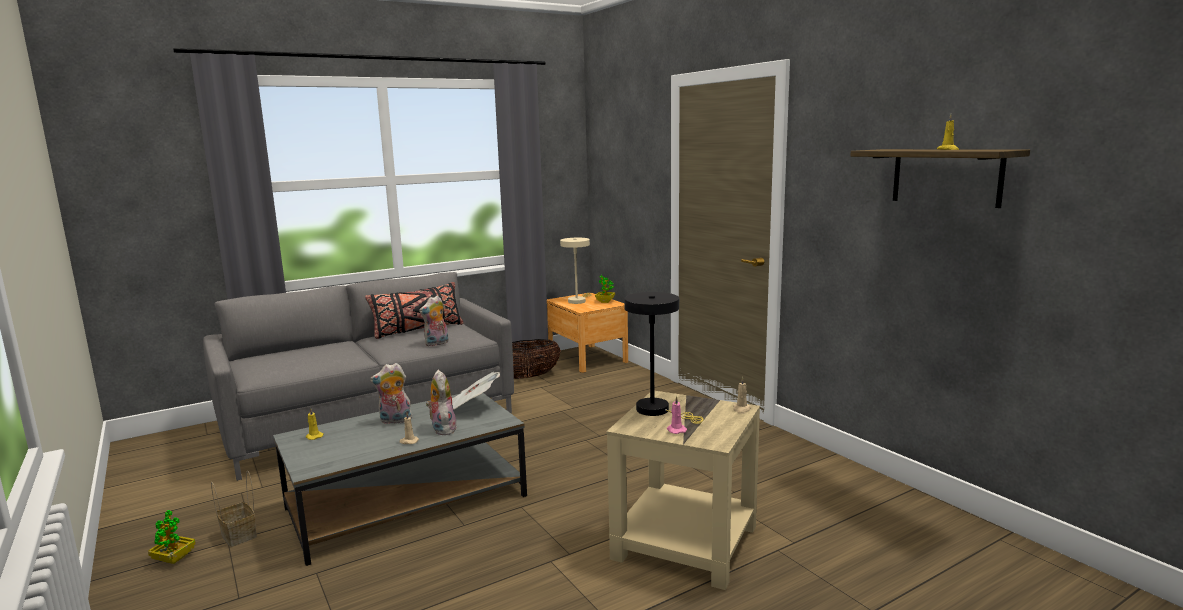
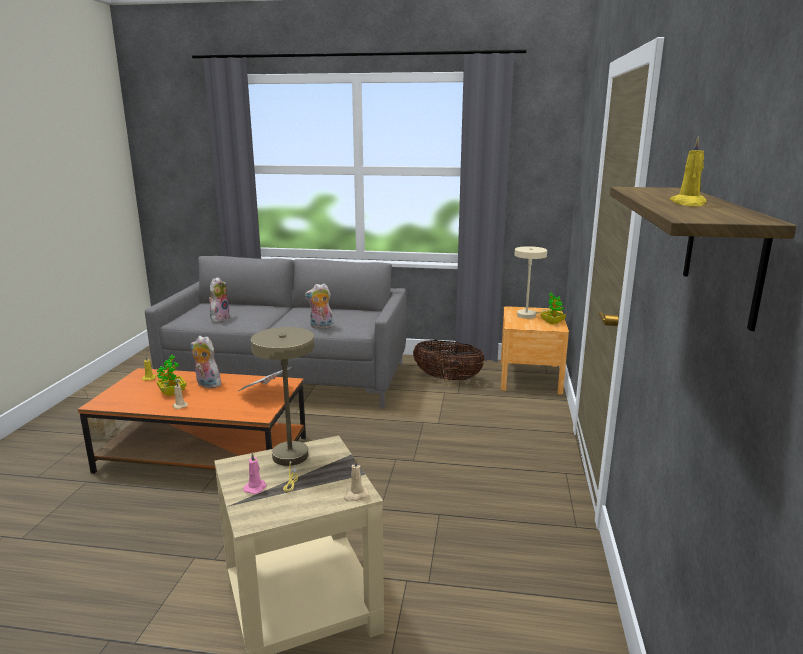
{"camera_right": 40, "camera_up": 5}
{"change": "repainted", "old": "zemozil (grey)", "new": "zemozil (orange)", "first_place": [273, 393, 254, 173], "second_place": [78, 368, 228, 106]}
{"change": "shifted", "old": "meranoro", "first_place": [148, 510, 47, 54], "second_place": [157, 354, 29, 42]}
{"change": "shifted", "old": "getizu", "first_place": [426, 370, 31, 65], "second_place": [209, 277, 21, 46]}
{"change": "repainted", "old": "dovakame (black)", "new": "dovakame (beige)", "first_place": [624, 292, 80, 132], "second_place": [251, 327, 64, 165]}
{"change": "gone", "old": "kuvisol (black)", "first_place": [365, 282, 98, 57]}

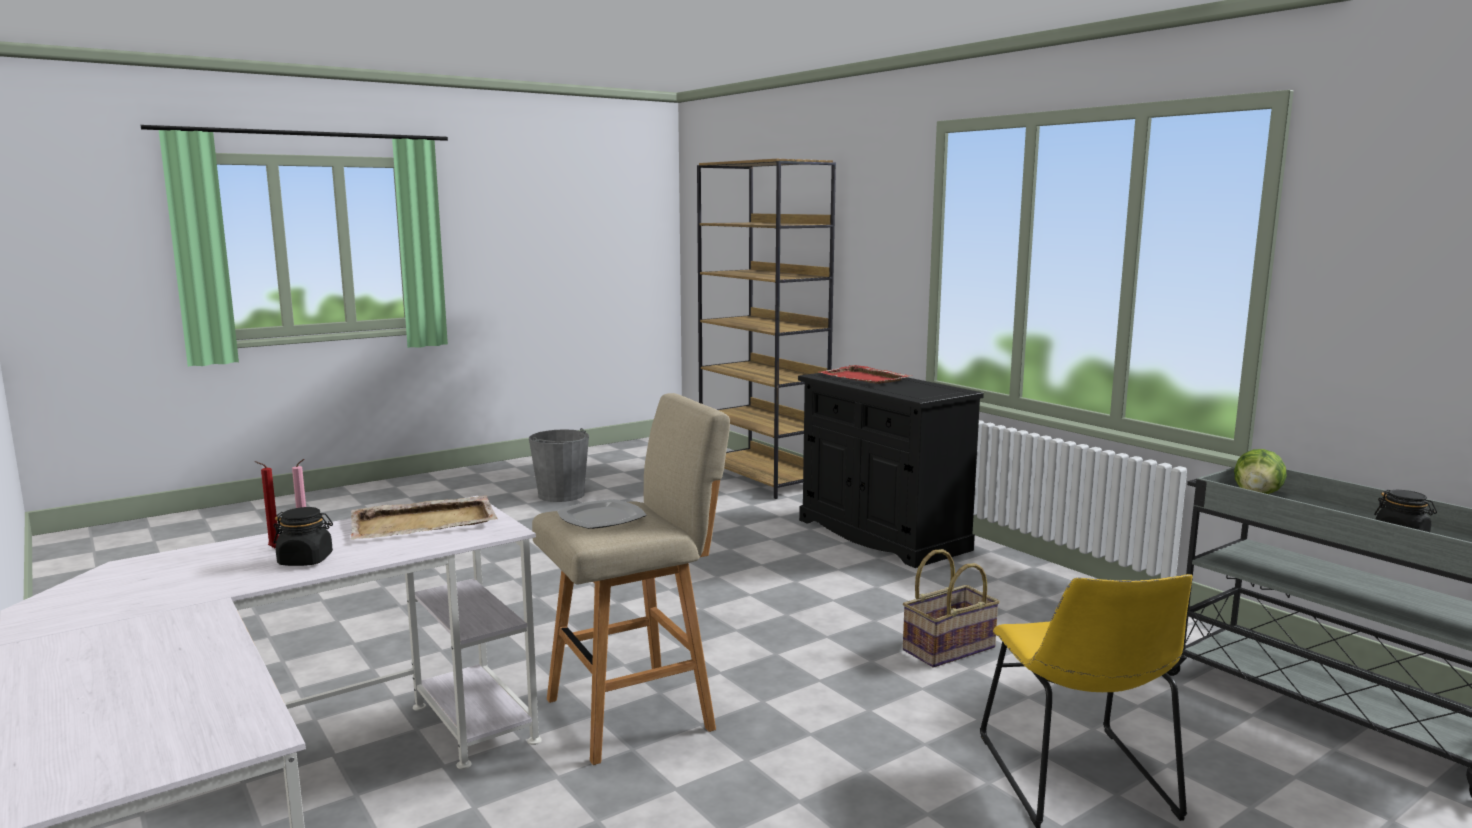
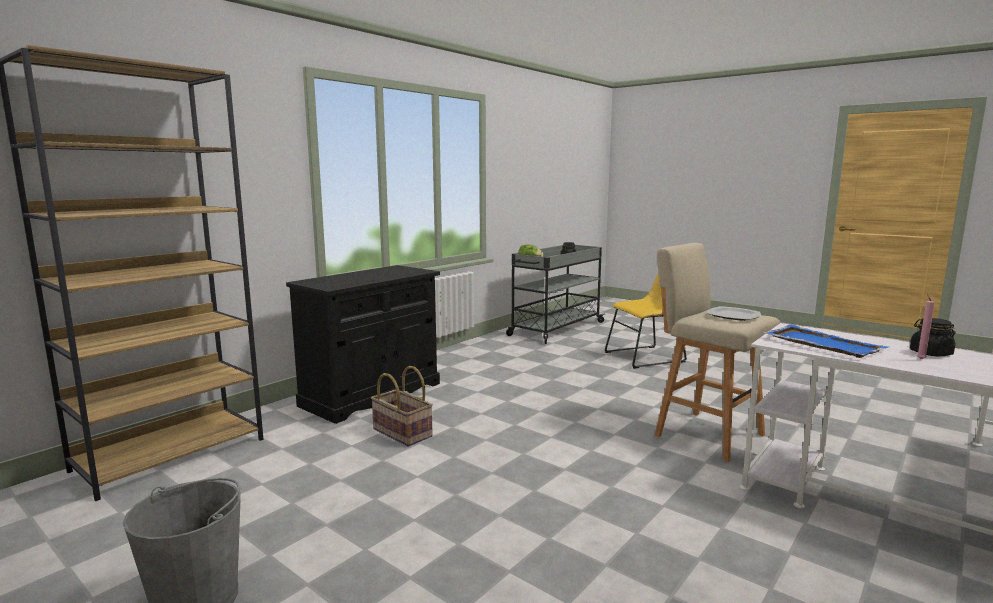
{"camera_right": -105, "camera_up": 0}
{"change": "shifted", "old": "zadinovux", "first_place": [903, 549, 97, 119], "second_place": [371, 366, 62, 80]}
{"change": "repainted", "old": "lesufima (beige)", "new": "lesufima (blue)", "first_place": [351, 495, 147, 45], "second_place": [762, 325, 127, 33]}
{"change": "gone", "old": "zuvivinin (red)", "first_place": [254, 461, 25, 87]}
{"change": "gone", "old": "lesufima (red)", "first_place": [821, 365, 91, 19]}

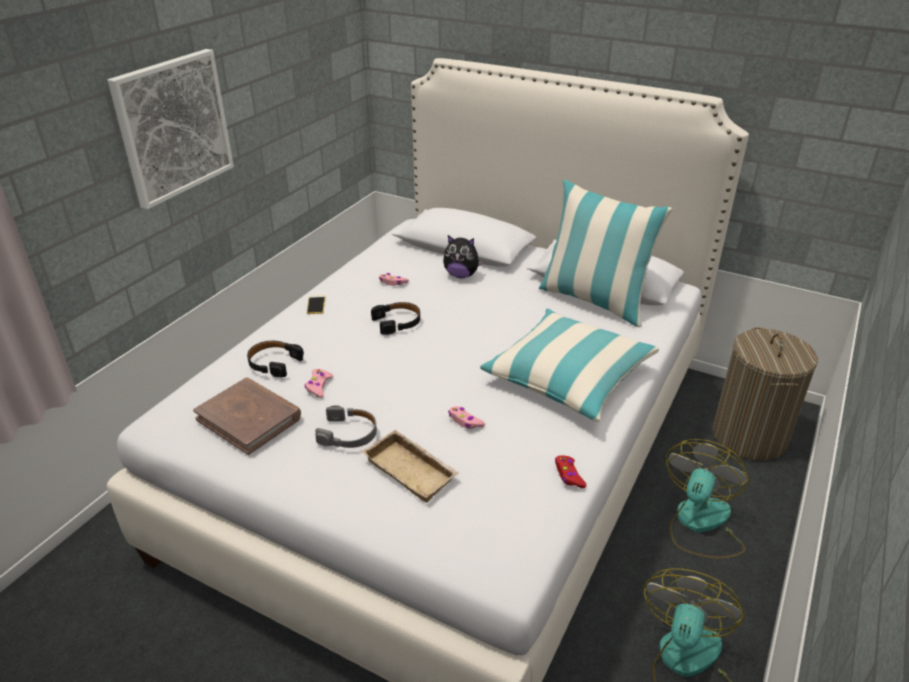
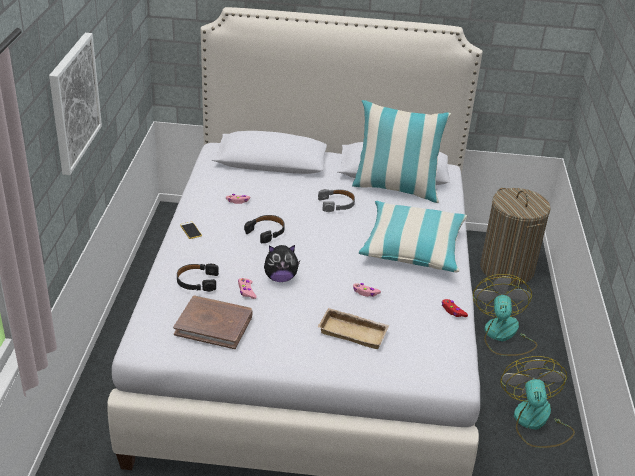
{"camera_right": -25, "camera_up": 0}
{"change": "shifted", "old": "getizu", "first_place": [443, 235, 41, 43], "second_place": [264, 245, 36, 37]}
{"change": "shifted", "old": "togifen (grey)", "first_place": [315, 405, 62, 43], "second_place": [318, 189, 37, 23]}

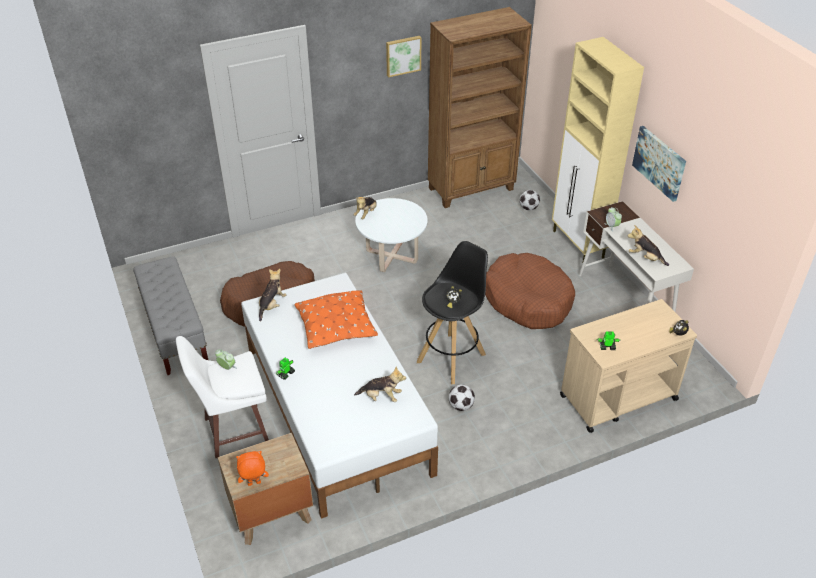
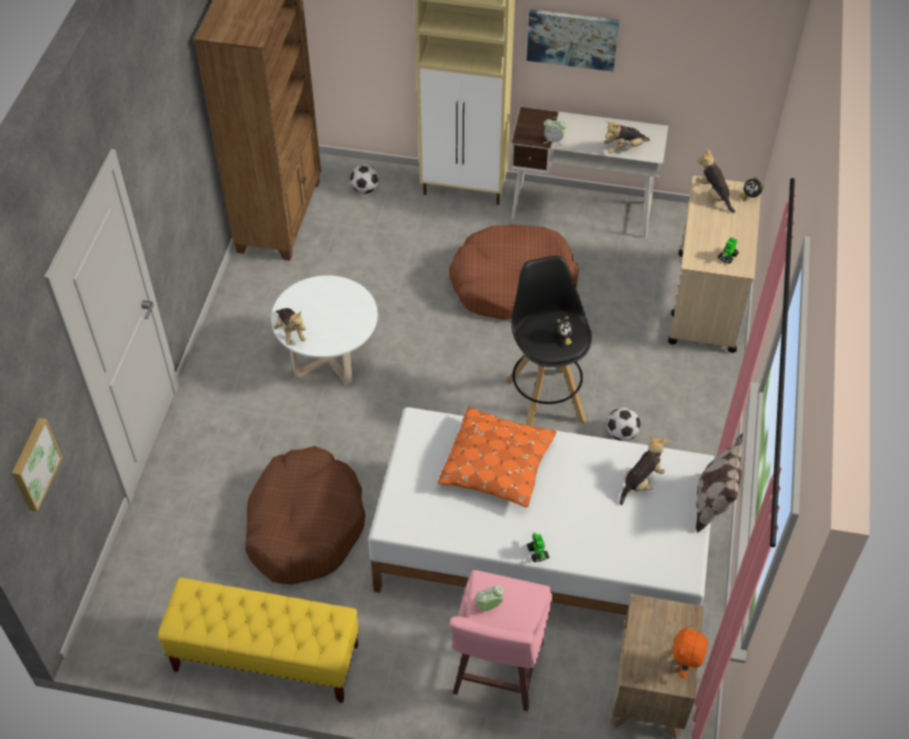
{"camera_right": -55, "camera_up": 10}
{"change": "shifted", "old": "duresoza", "first_place": [386, 36, 36, 41], "second_place": [12, 418, 50, 94]}
{"change": "repainted", "old": "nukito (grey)", "new": "nukito (yellow)", "first_place": [133, 256, 75, 119], "second_place": [158, 578, 201, 125]}
{"change": "repainted", "old": "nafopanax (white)", "new": "nafopanax (pink)", "first_place": [176, 336, 93, 122], "second_place": [449, 570, 103, 141]}
{"change": "new", "new": "kuvisol", "second_place": [696, 433, 47, 100]}
{"change": "shifted", "old": "getizu", "first_place": [259, 268, 27, 54], "second_place": [697, 148, 38, 65]}

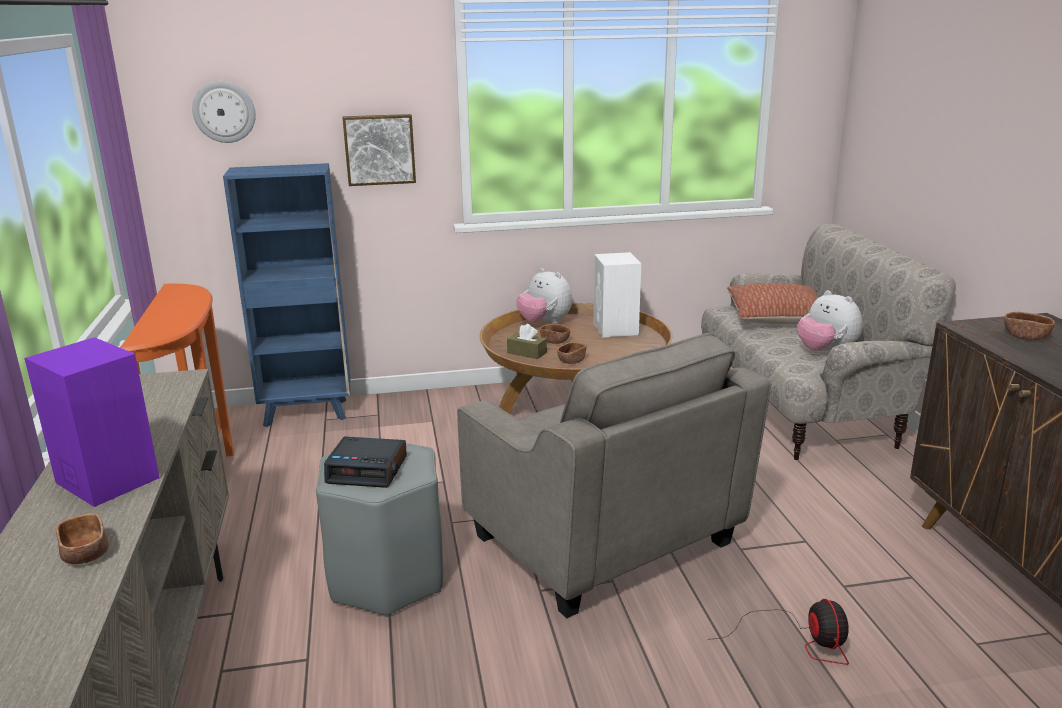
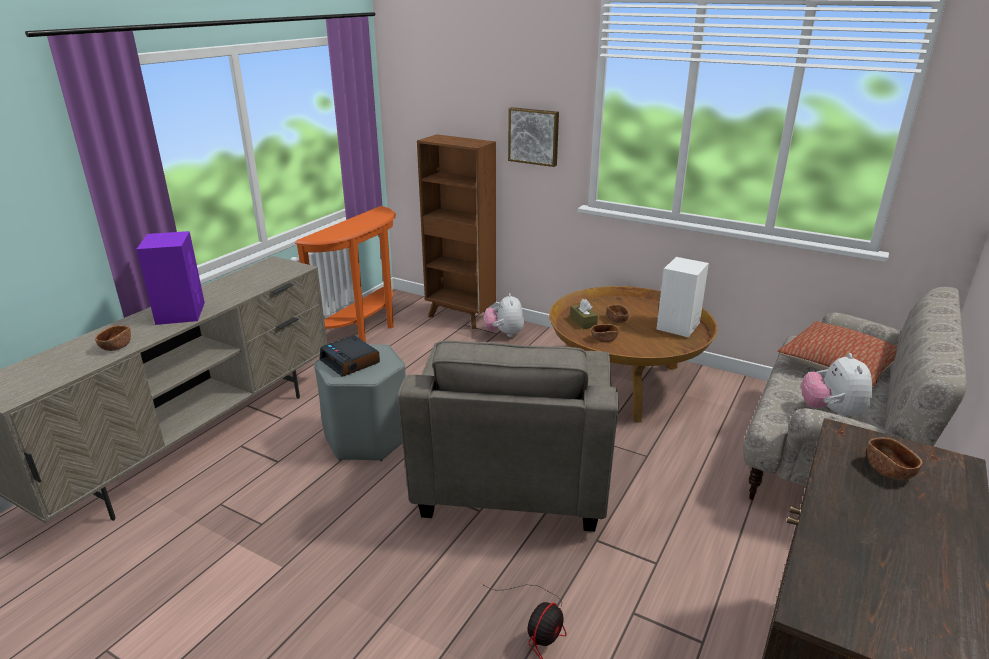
{"camera_right": 40, "camera_up": 5}
{"change": "repainted", "old": "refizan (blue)", "new": "refizan (brown)", "first_place": [223, 163, 127, 264], "second_place": [417, 134, 79, 195]}
{"change": "shifted", "old": "getizu", "first_place": [516, 268, 56, 56], "second_place": [484, 293, 40, 44]}
{"change": "gone", "old": "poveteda", "first_place": [192, 81, 64, 62]}

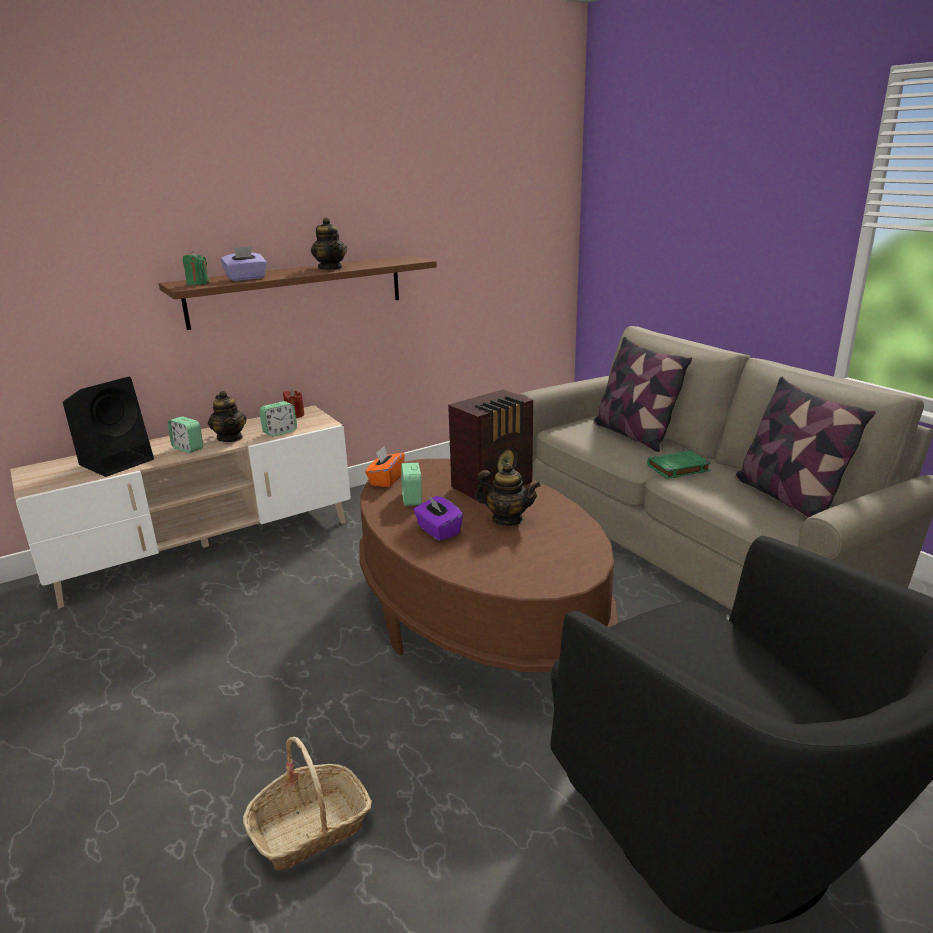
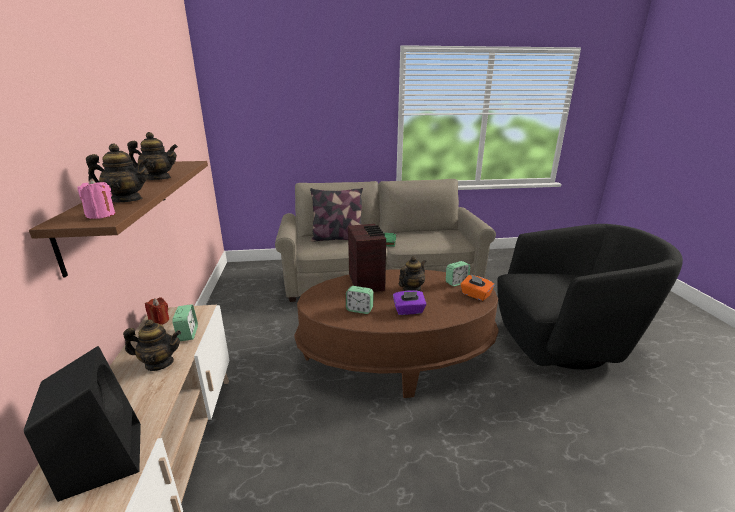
{"camera_right": -65, "camera_up": 0}
{"change": "repainted", "old": "zuvivinin (green)", "new": "zuvivinin (pink)", "first_place": [183, 251, 26, 35], "second_place": [77, 178, 38, 41]}
{"change": "swapped", "old": "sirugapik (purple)", "new": "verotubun", "first_place": [221, 246, 46, 35], "second_place": [86, 144, 64, 58]}
{"change": "shifted", "old": "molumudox", "first_place": [168, 416, 35, 37], "second_place": [446, 261, 24, 26]}
{"change": "shifted", "old": "sirugapik (orange)", "first_place": [365, 446, 40, 41], "second_place": [460, 275, 34, 26]}
{"change": "gone", "old": "zadinovux", "first_place": [243, 737, 129, 134]}
{"change": "gone", "old": "kuvisol", "first_place": [735, 377, 141, 141]}

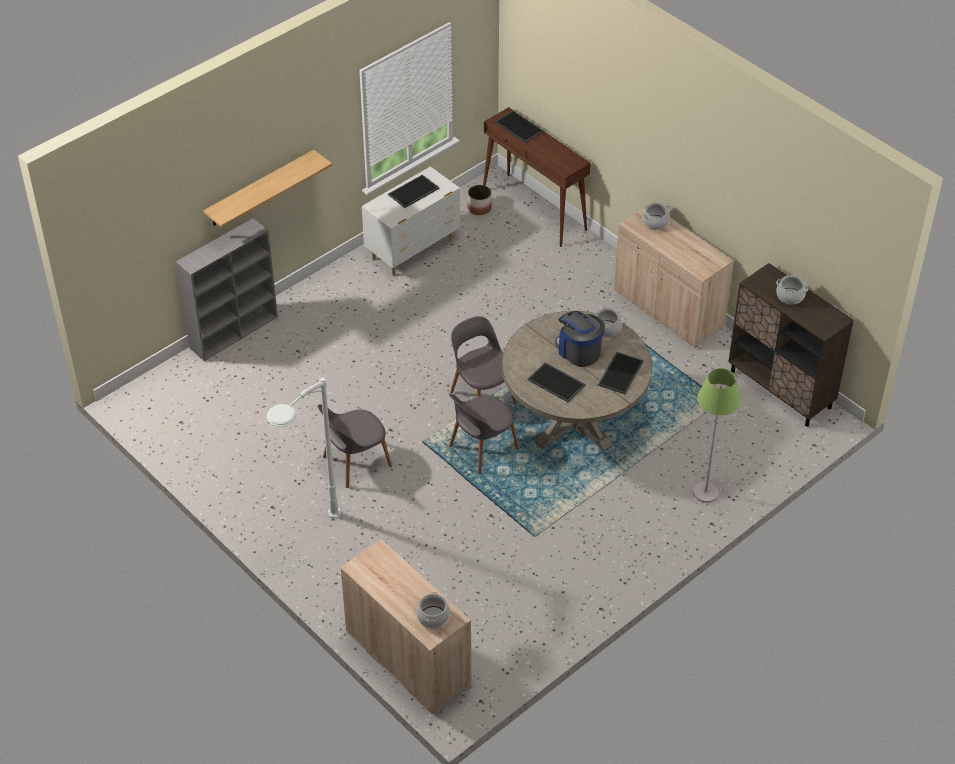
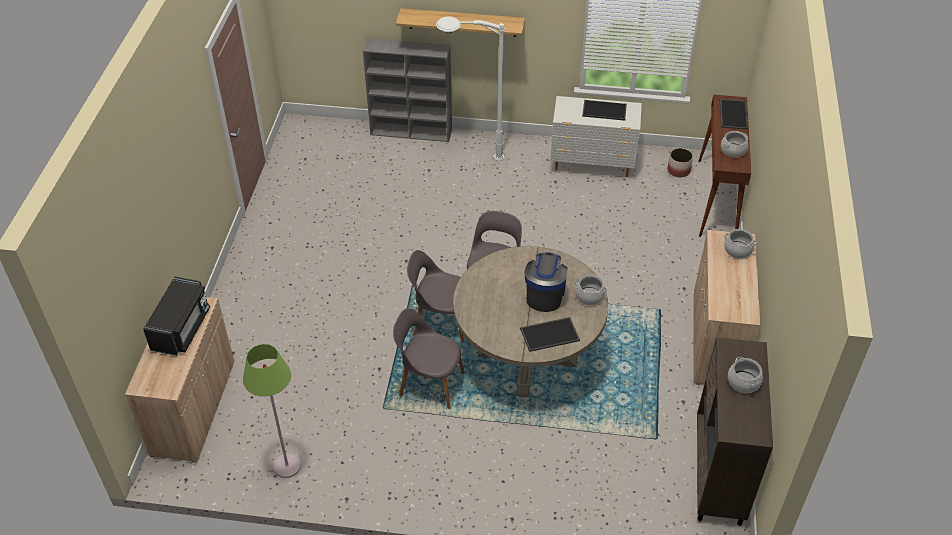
{"camera_right": 50, "camera_up": 0}
{"change": "new", "new": "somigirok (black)", "second_place": [143, 277, 67, 79]}
{"change": "shifted", "old": "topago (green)", "first_place": [693, 368, 48, 135], "second_place": [243, 344, 58, 134]}
{"change": "shifted", "old": "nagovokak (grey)", "first_place": [317, 404, 75, 84], "second_place": [393, 308, 72, 101]}
{"change": "shifted", "old": "topago (white)", "first_place": [267, 378, 74, 140], "second_place": [436, 17, 69, 144]}
{"change": "shifted", "old": "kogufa", "first_place": [416, 592, 34, 37], "second_place": [721, 131, 27, 27]}
{"change": "gone", "old": "lesufima", "first_place": [528, 362, 58, 40]}

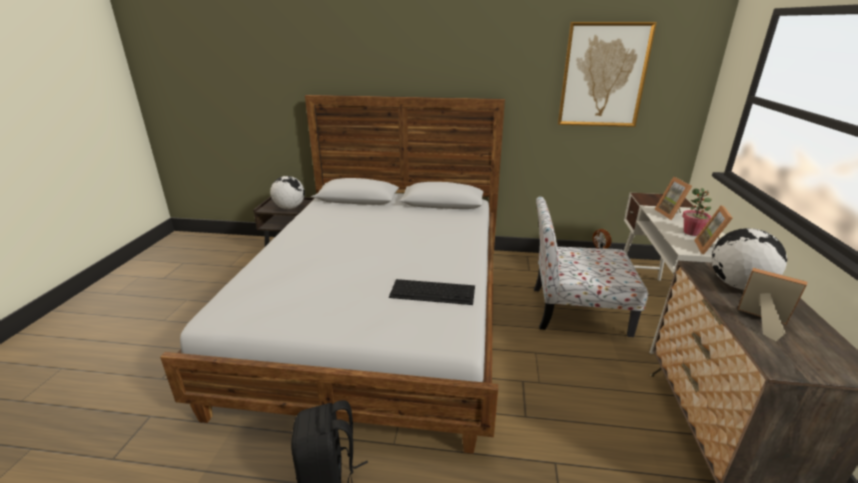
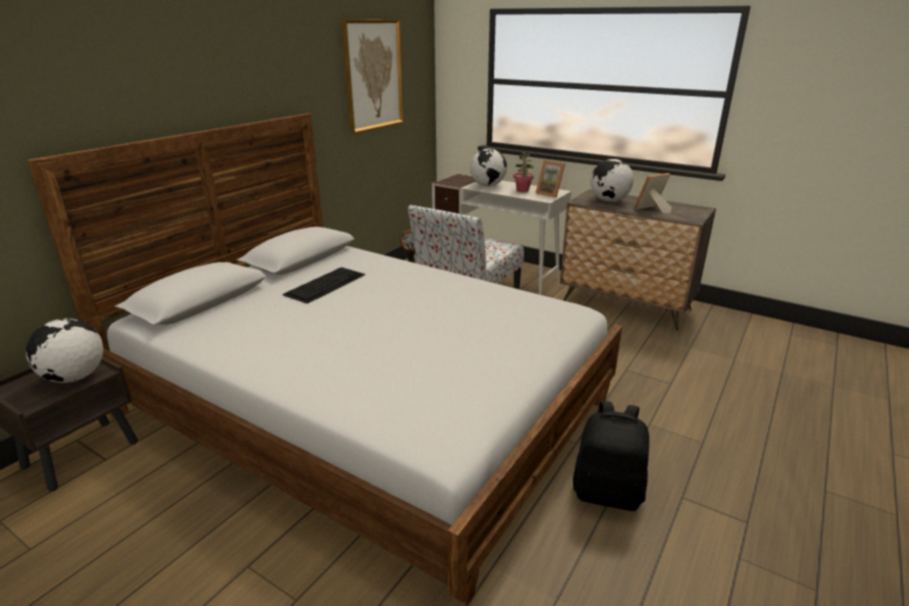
{"camera_right": -65, "camera_up": 0}
{"change": "shifted", "old": "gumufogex", "first_place": [389, 279, 86, 26], "second_place": [282, 267, 83, 37]}
{"change": "swapped", "old": "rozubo", "new": "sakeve", "first_place": [655, 177, 37, 43], "second_place": [470, 148, 37, 39]}

